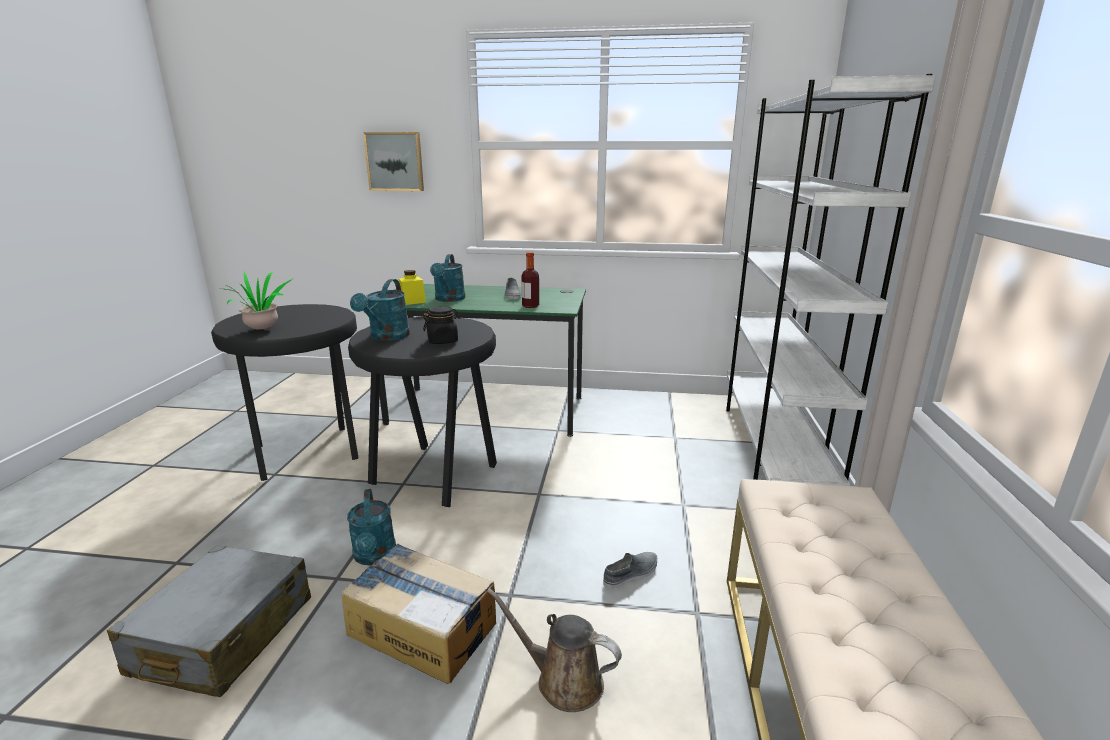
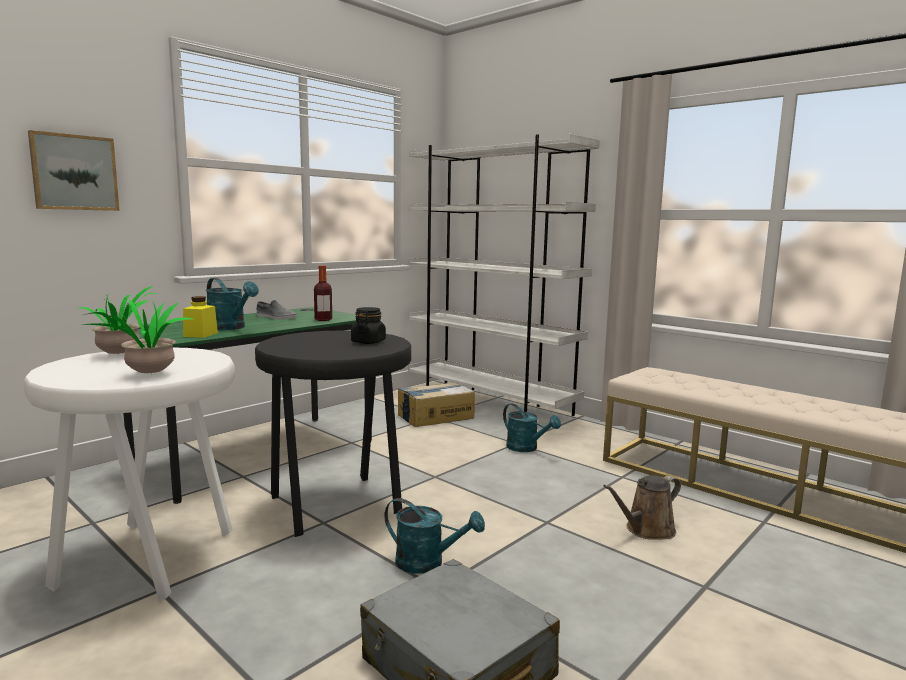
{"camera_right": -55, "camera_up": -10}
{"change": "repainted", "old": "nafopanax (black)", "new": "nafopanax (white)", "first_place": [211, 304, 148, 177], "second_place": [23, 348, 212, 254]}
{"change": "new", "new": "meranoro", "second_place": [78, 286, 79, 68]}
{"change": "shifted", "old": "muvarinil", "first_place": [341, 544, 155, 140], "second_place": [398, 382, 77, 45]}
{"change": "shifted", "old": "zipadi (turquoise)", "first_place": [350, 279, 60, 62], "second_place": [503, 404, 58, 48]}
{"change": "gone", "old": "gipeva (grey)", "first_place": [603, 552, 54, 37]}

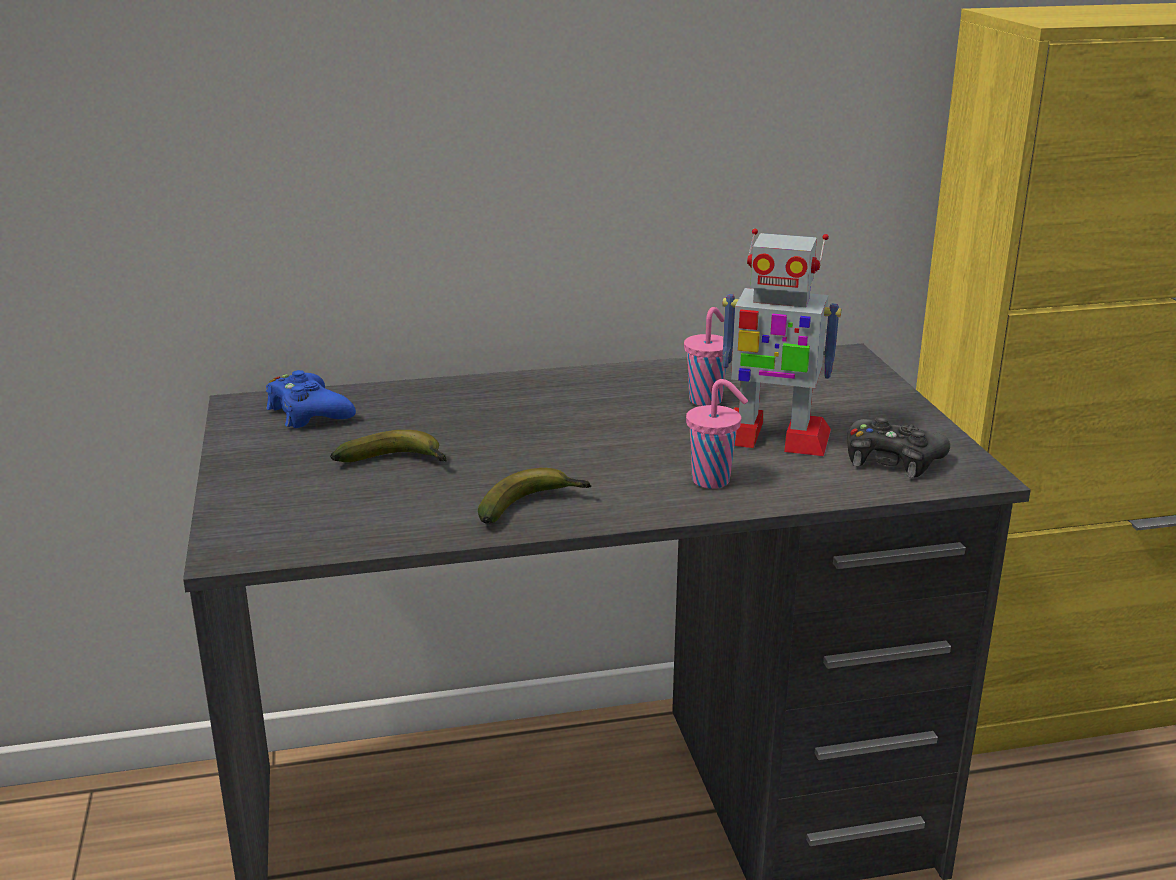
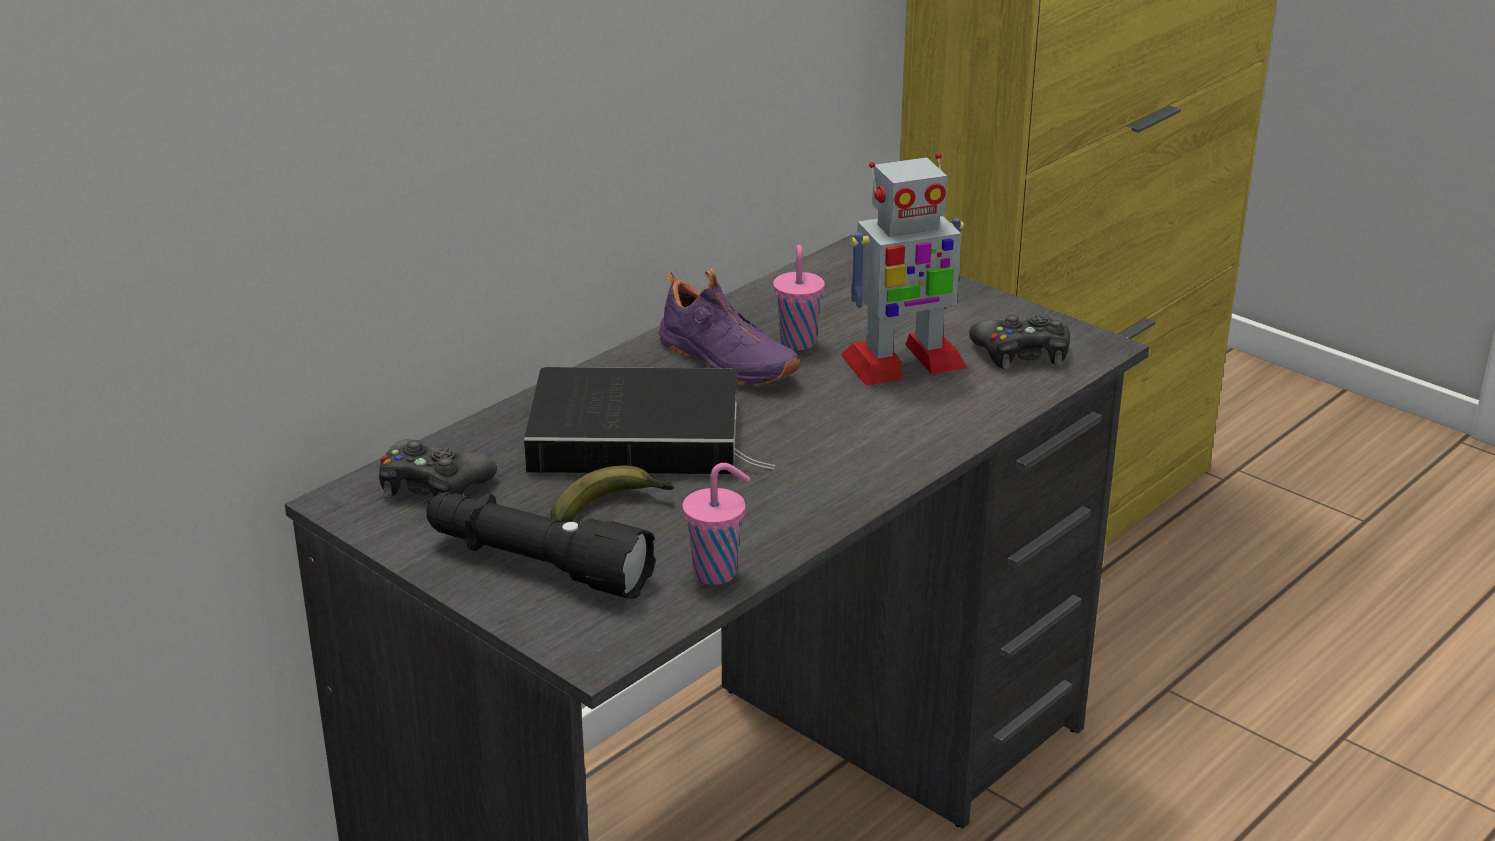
{"camera_right": -35, "camera_up": 5}
{"change": "repainted", "old": "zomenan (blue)", "new": "zomenan (black)", "first_place": [266, 370, 90, 58], "second_place": [379, 439, 118, 59]}
{"change": "new", "new": "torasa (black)", "second_place": [426, 492, 230, 107]}
{"change": "new", "new": "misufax", "second_place": [524, 367, 252, 107]}
{"change": "new", "new": "gipeva (purple)", "second_place": [659, 268, 142, 118]}
{"change": "shifted", "old": "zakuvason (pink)", "first_place": [686, 379, 62, 110], "second_place": [683, 463, 67, 122]}
{"change": "gone", "old": "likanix", "first_place": [478, 468, 114, 56]}

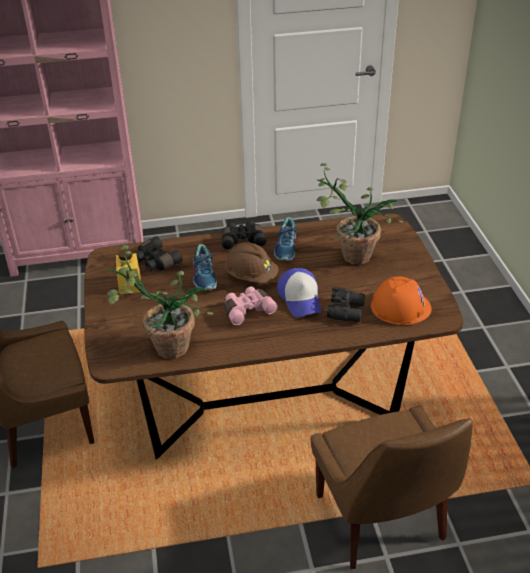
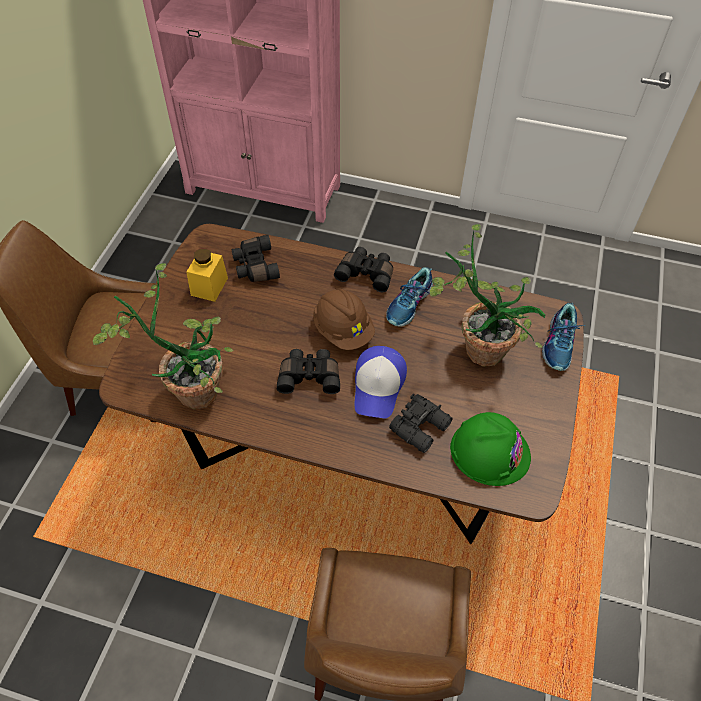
{"camera_right": 25, "camera_up": 15}
{"change": "repainted", "old": "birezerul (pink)", "new": "birezerul (black)", "first_place": [224, 286, 54, 39], "second_place": [277, 349, 63, 45]}
{"change": "repainted", "old": "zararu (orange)", "new": "zararu (green)", "first_place": [371, 277, 61, 48], "second_place": [450, 412, 81, 74]}
{"change": "shifted", "old": "gipeva", "first_place": [192, 244, 25, 46], "second_place": [542, 303, 44, 68]}

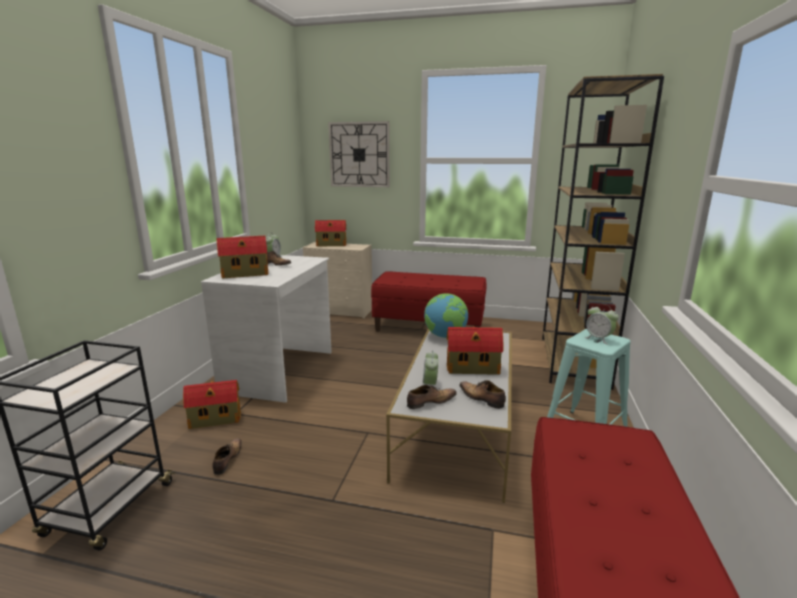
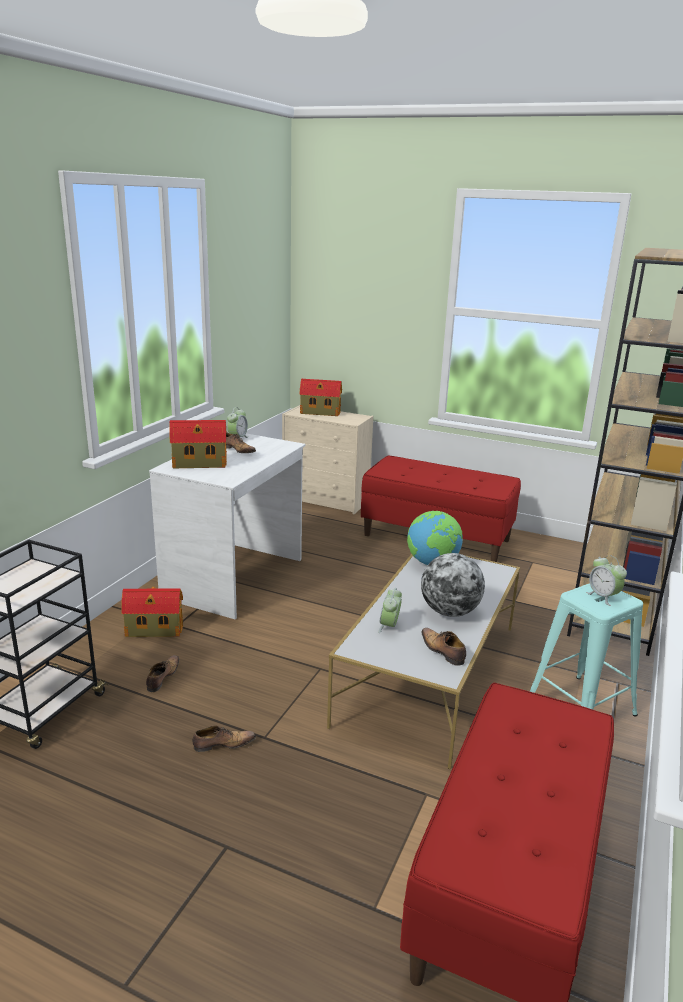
{"camera_right": 10, "camera_up": 5}
{"change": "shifted", "old": "gipeva", "first_place": [407, 385, 50, 24], "second_place": [192, 725, 64, 27]}
{"change": "swapped", "old": "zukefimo", "new": "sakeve", "first_place": [447, 327, 56, 48], "second_place": [421, 553, 64, 64]}
{"change": "gone", "old": "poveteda", "first_place": [328, 121, 62, 66]}

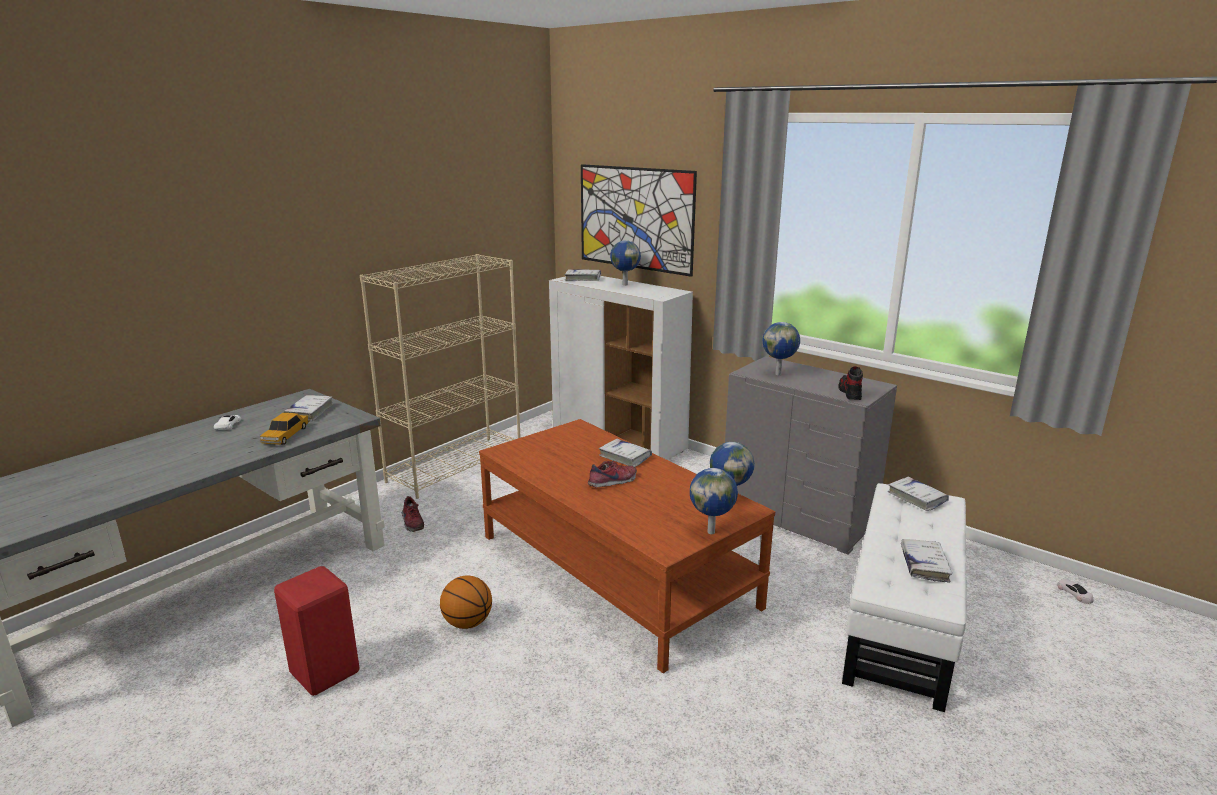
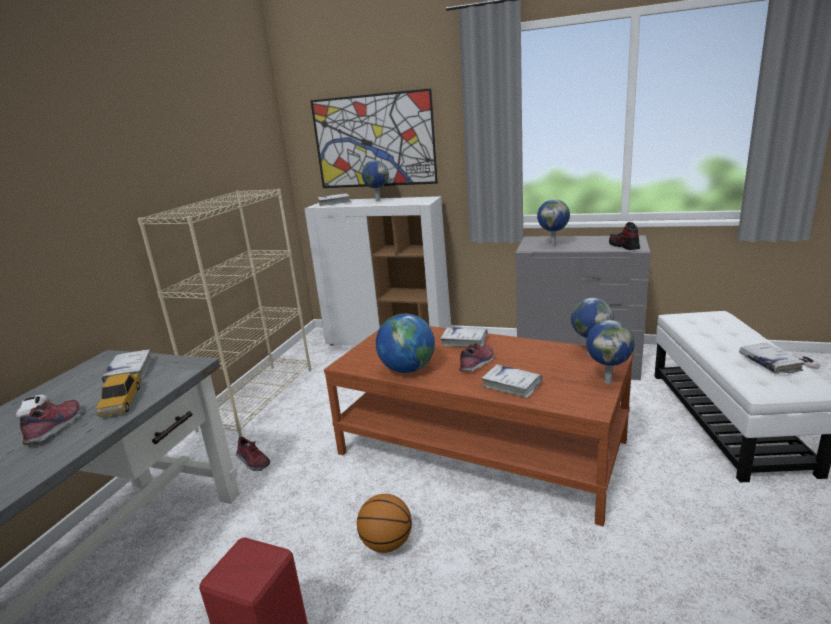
{"camera_right": -20, "camera_up": 0}
{"change": "new", "new": "gipeva", "second_place": [20, 400, 62, 45]}
{"change": "new", "new": "sakeve", "second_place": [376, 314, 59, 59]}
{"change": "shifted", "old": "misufax (white)", "first_place": [888, 477, 61, 34], "second_place": [481, 364, 62, 34]}

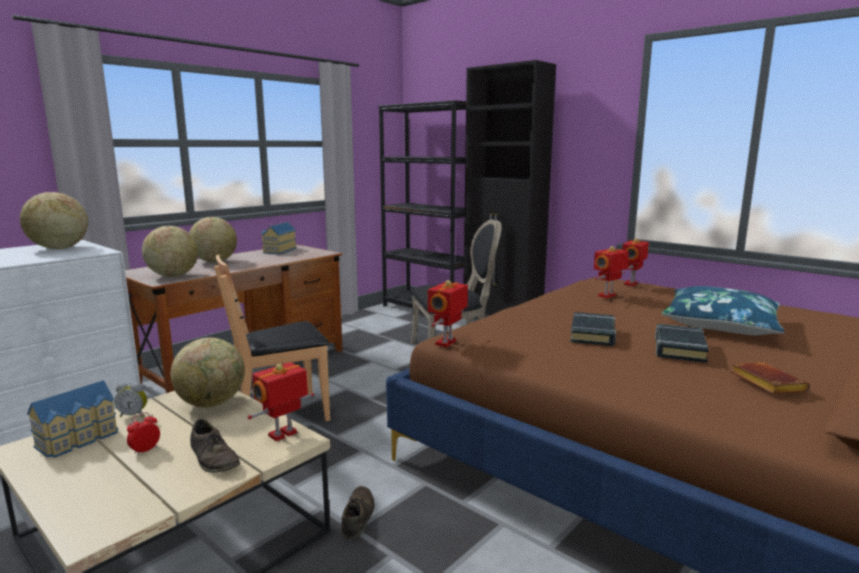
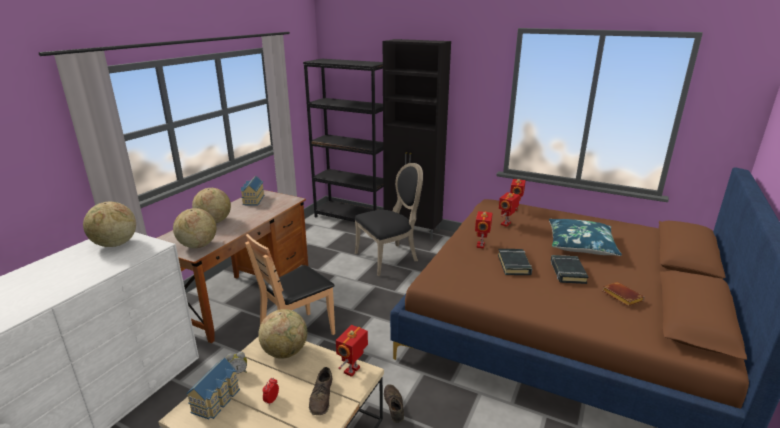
{"camera_right": -15, "camera_up": 10}
{"change": "rotated", "old": "gipeva (brown)", "first_place": [190, 419, 50, 54], "second_place": [309, 367, 23, 48], "degrees": 60}
{"change": "shifted", "old": "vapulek", "first_place": [428, 280, 40, 67], "second_place": [475, 211, 18, 38]}

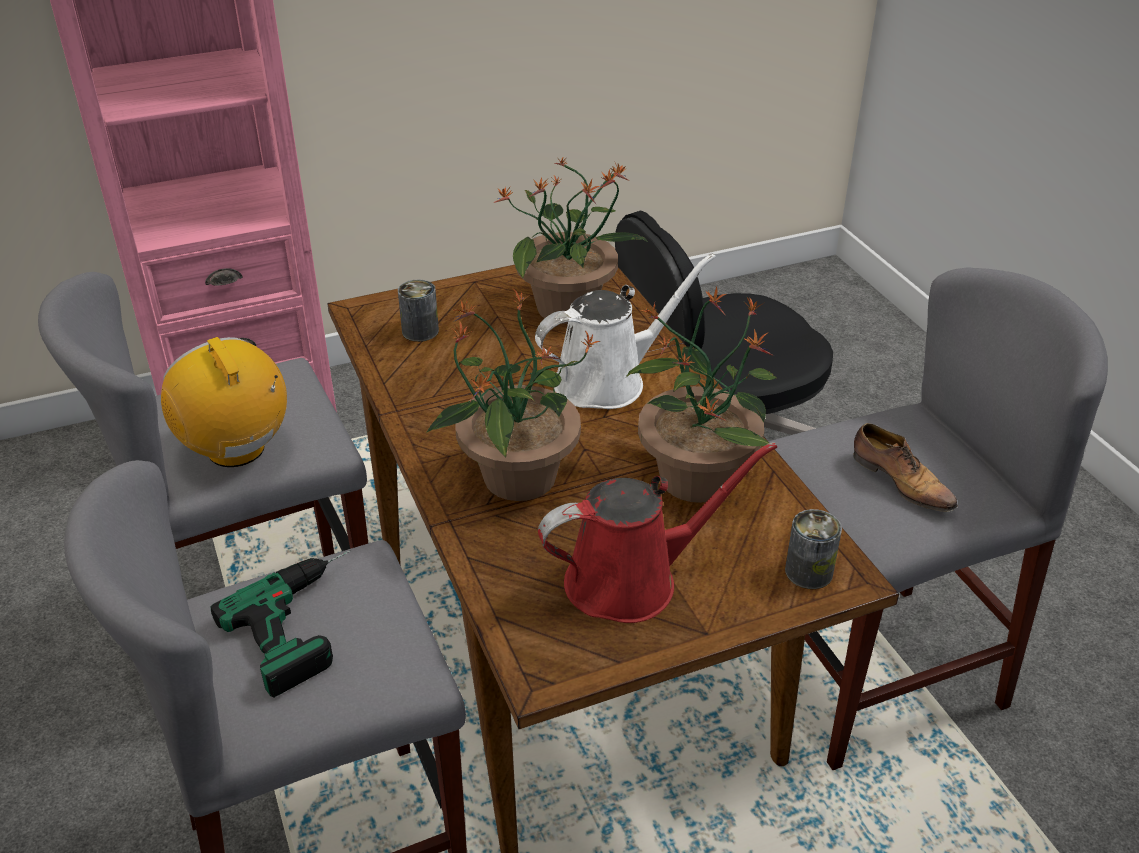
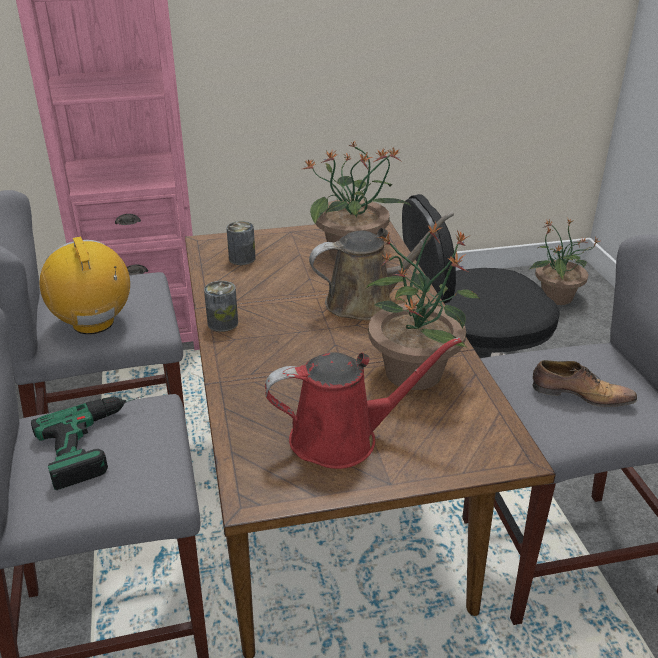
{"camera_right": 10, "camera_up": -5}
{"change": "shifted", "old": "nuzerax", "first_place": [785, 509, 57, 80], "second_place": [204, 281, 34, 51]}
{"change": "repainted", "old": "zipadi (white)", "new": "zipadi (brown)", "first_place": [535, 253, 181, 156], "second_place": [309, 212, 145, 108]}
{"change": "shifted", "old": "meranoro", "first_place": [426, 290, 174, 211], "second_place": [530, 219, 70, 86]}
{"change": "rotated", "old": "gipeva", "first_place": [853, 423, 105, 89], "second_place": [533, 360, 104, 47], "degrees": -45}

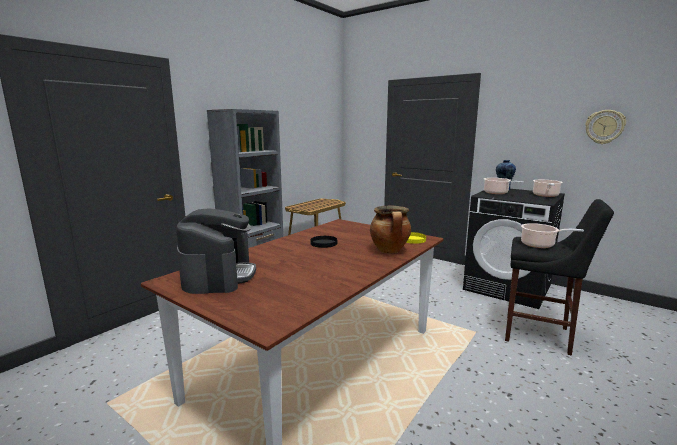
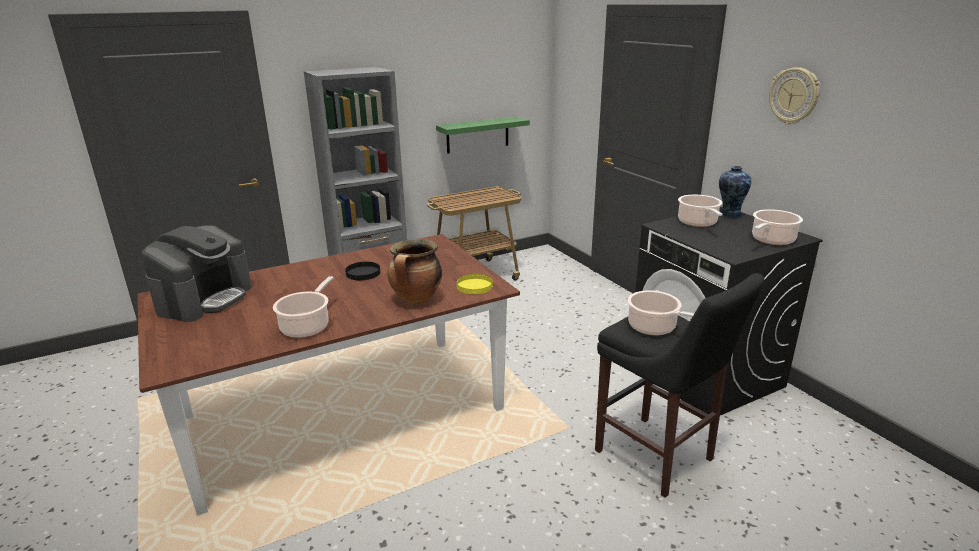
{"camera_right": 25, "camera_up": 10}
{"change": "new", "new": "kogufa", "second_place": [273, 276, 61, 62]}
{"change": "new", "new": "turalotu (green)", "second_place": [436, 116, 94, 38]}
{"change": "shifted", "old": "poveteda", "first_place": [585, 110, 41, 34], "second_place": [769, 67, 51, 58]}

